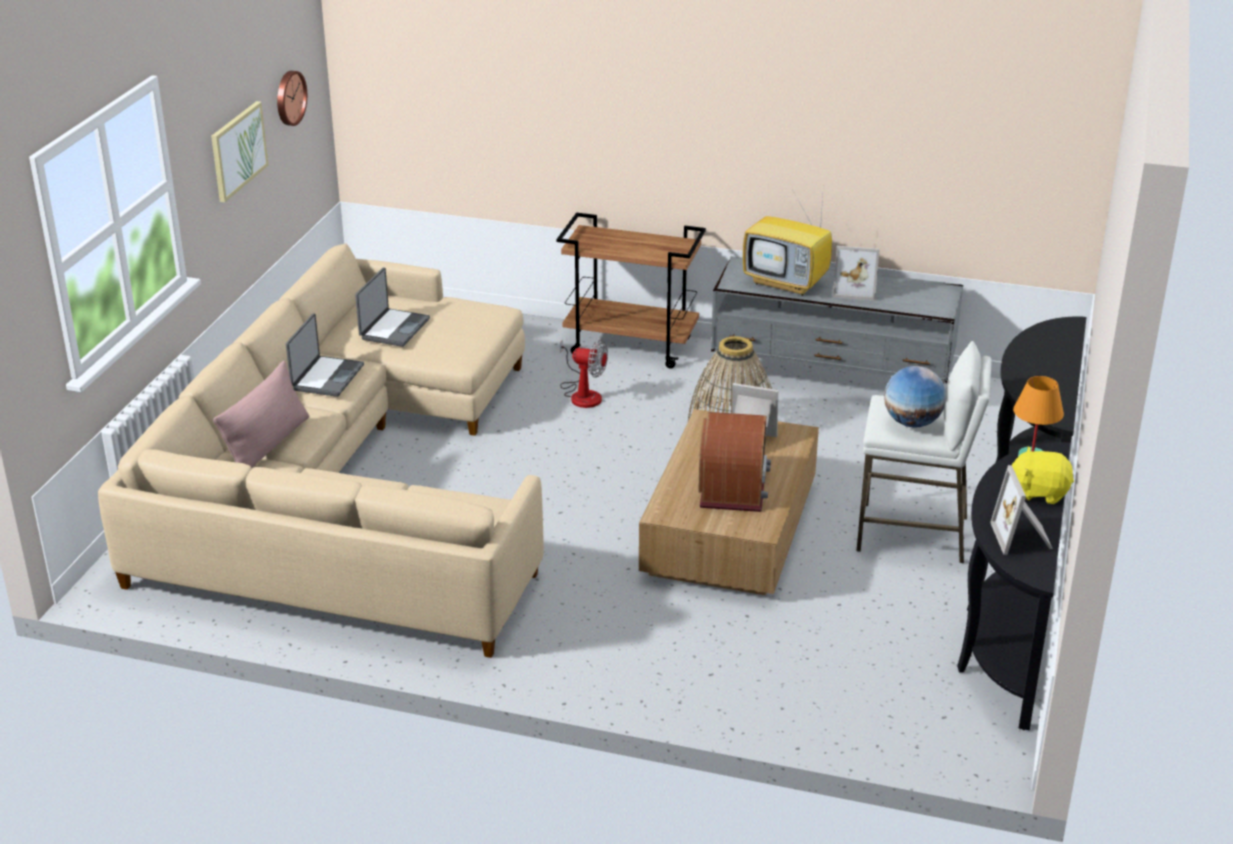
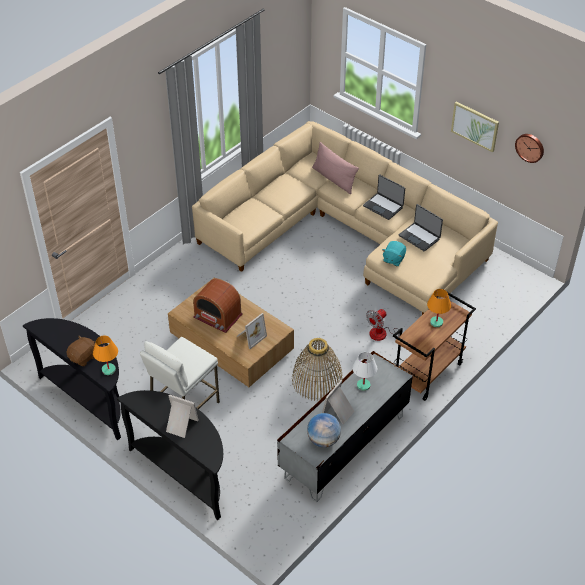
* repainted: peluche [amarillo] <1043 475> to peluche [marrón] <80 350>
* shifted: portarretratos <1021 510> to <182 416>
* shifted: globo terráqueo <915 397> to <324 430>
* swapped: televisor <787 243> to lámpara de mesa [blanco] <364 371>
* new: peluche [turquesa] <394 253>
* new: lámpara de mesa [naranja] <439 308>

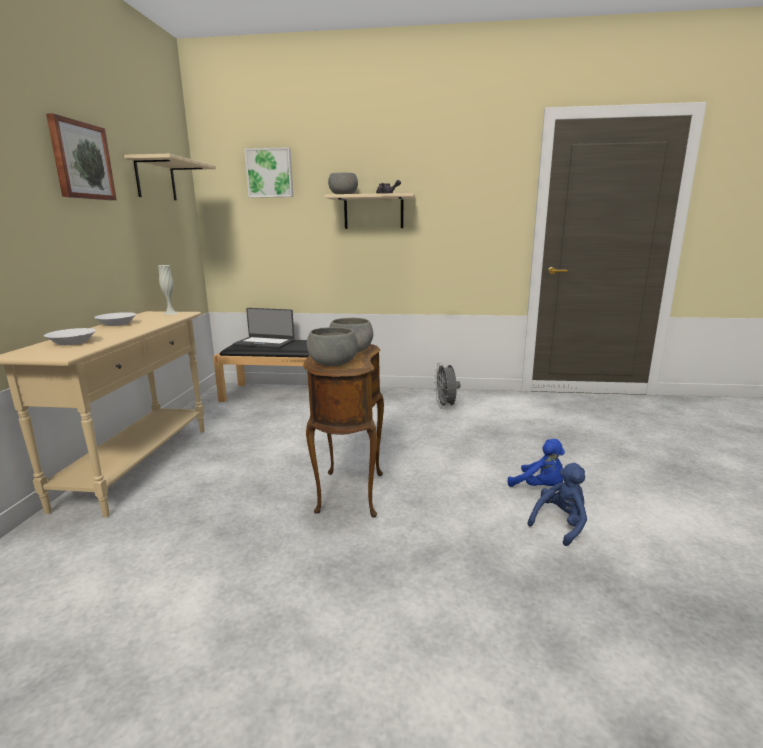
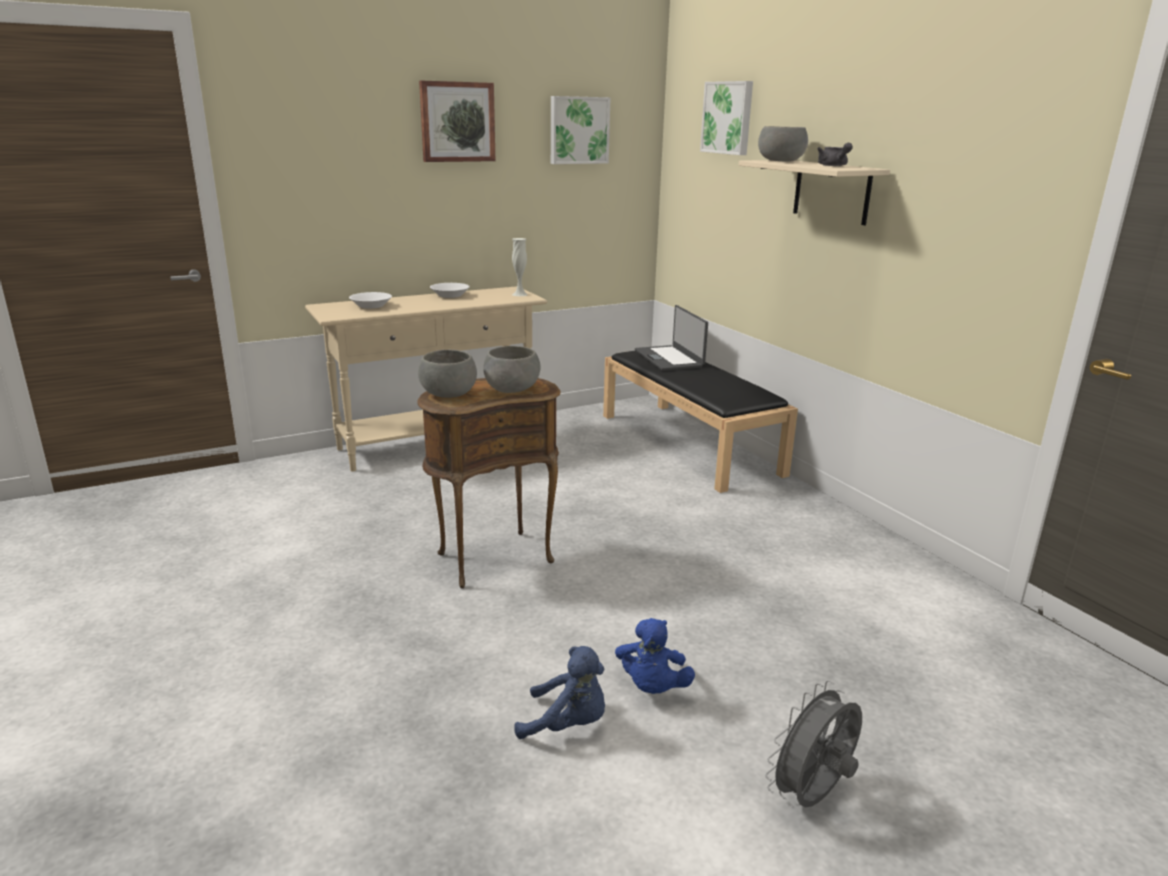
* swapped: estante [beis] <170 177> to cuadro <580 130>
* shifted: ventilador [gris] <447 386> to <813 744>

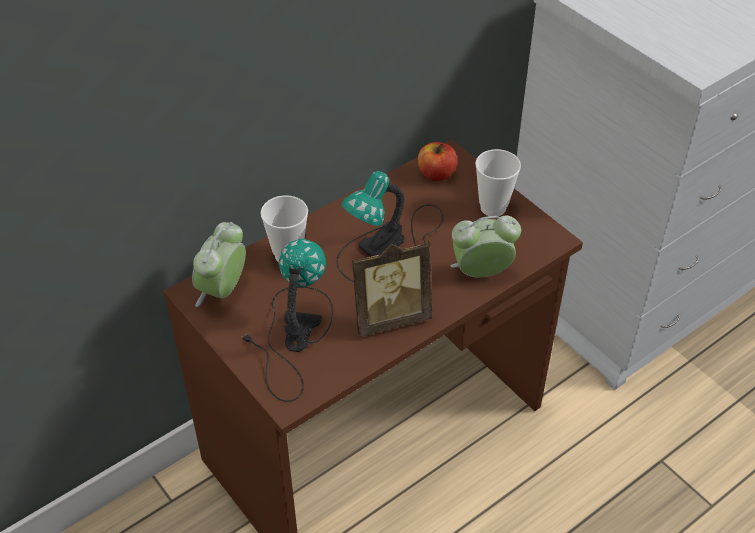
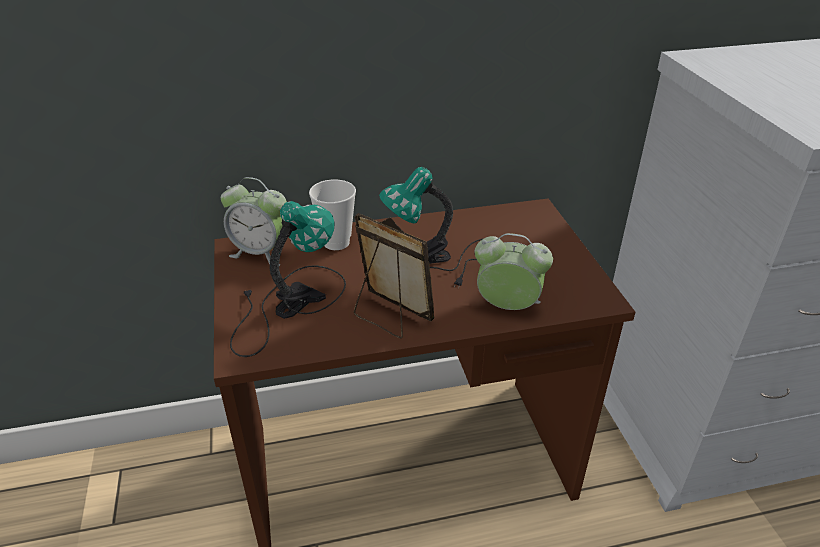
* rotated: despertador <219 264> = <254 221> 120 degrees counterclockwise
* rotated: portarretratos <392 289> = <394 276> 150 degrees counterclockwise
* gone: manzana <437 161>
* gone: taza <498 182>

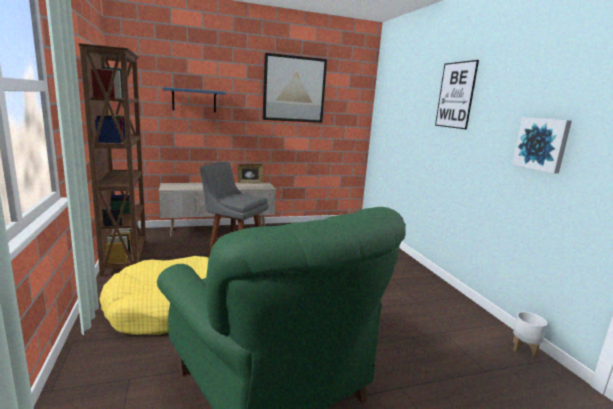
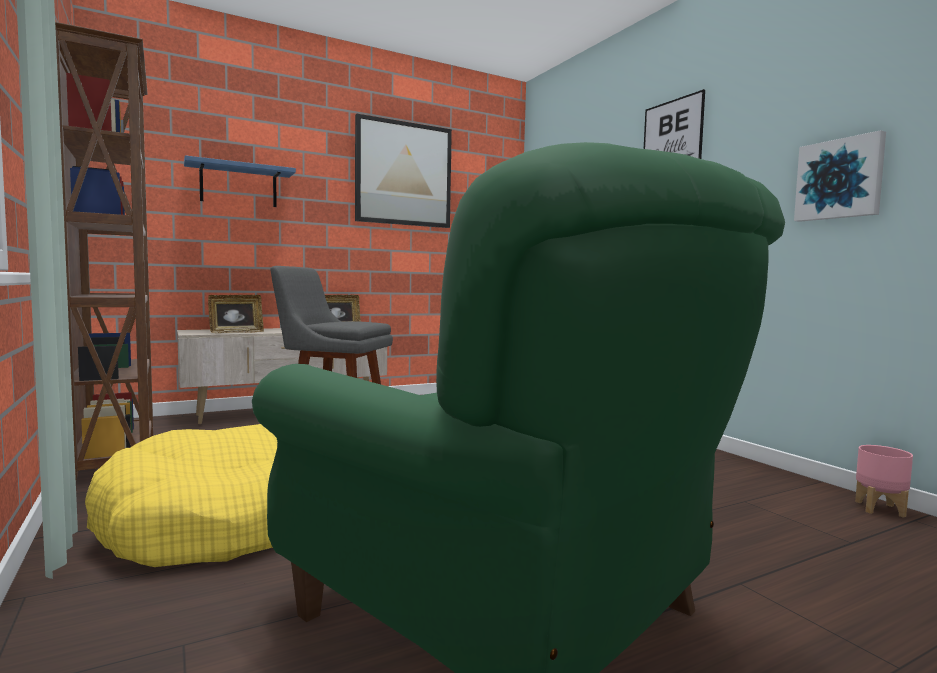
* new: portarretratos <236 314>
* repainted: maceta [blanco] <530 335> to maceta [rosa] <884 481>

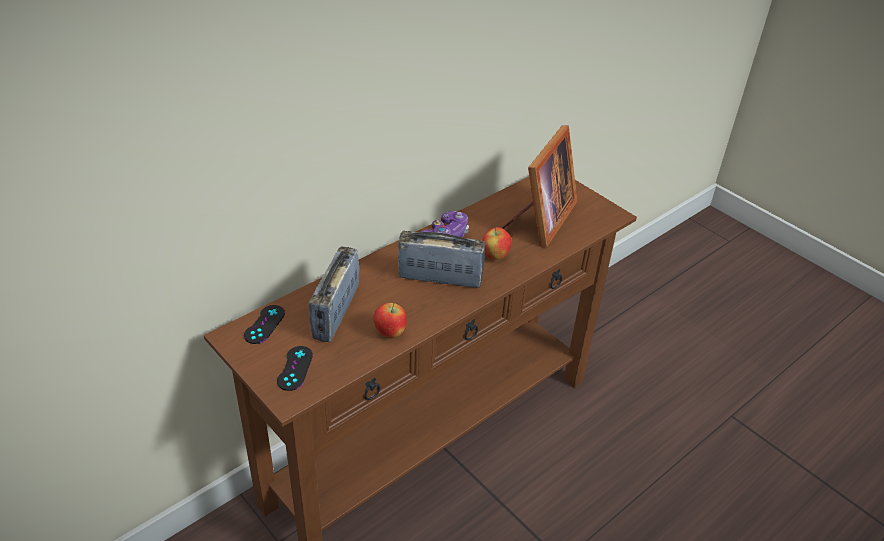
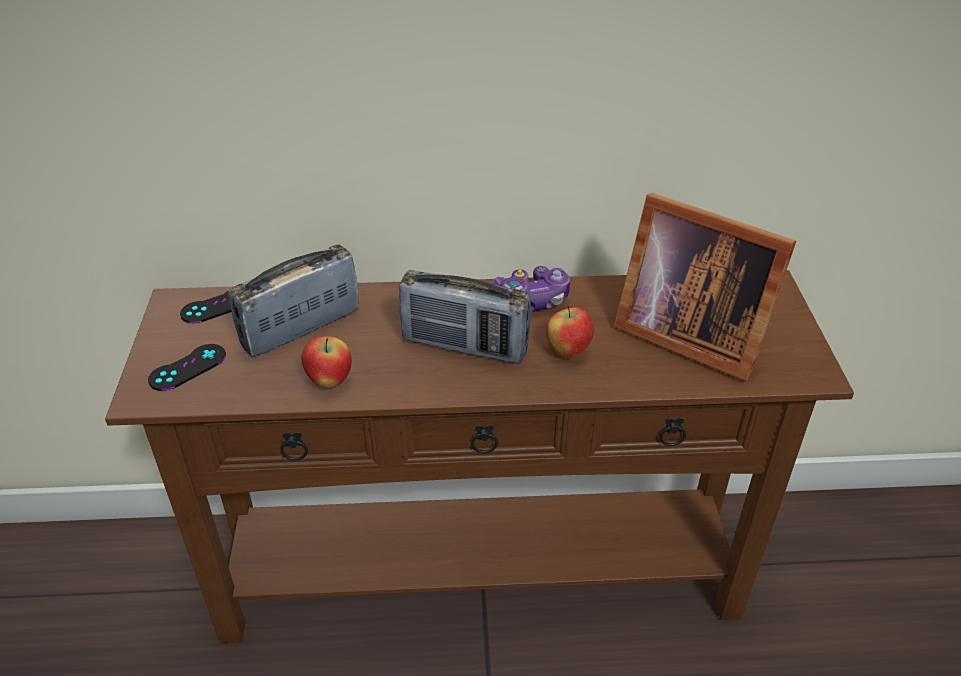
* rotated: radio <441 259> = <465 316> 150 degrees clockwise
* rotated: portarretratos <540 186> = <705 287> 60 degrees clockwise

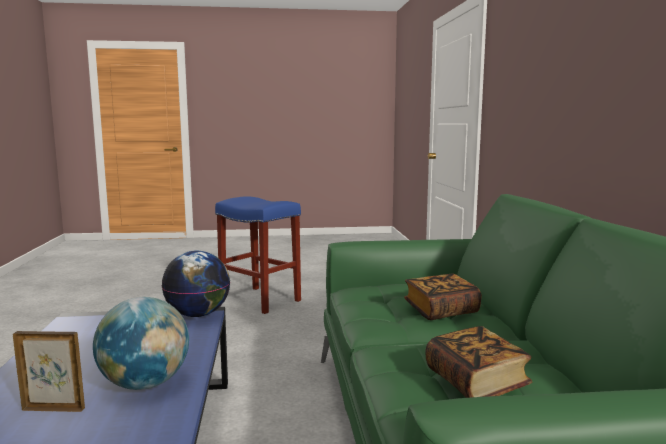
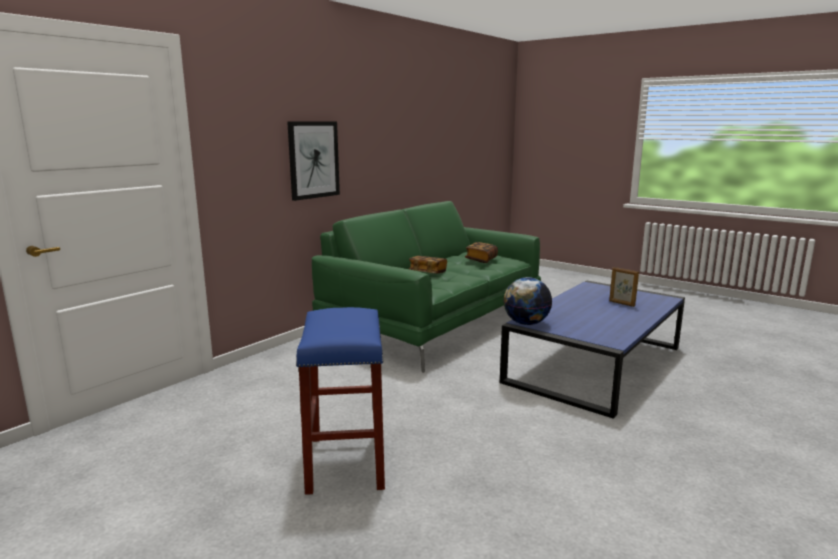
* new: cuadro <313 161>
* gone: globo terráqueo <141 343>

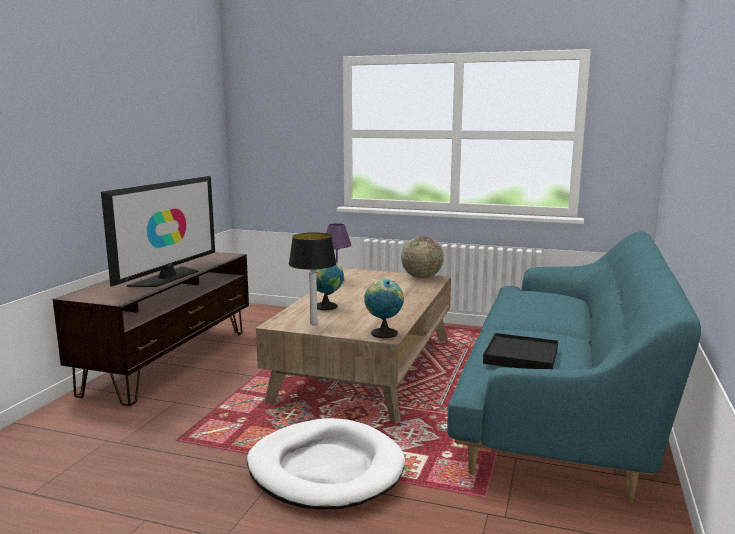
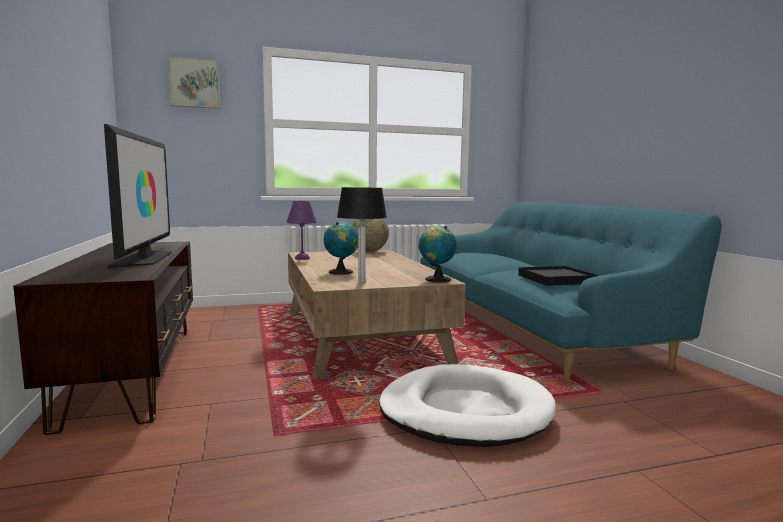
* new: cuadro <194 82>

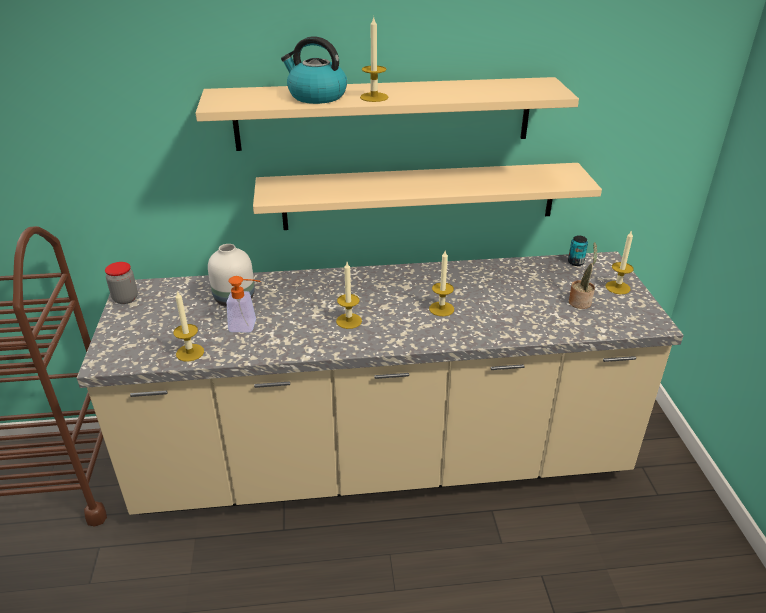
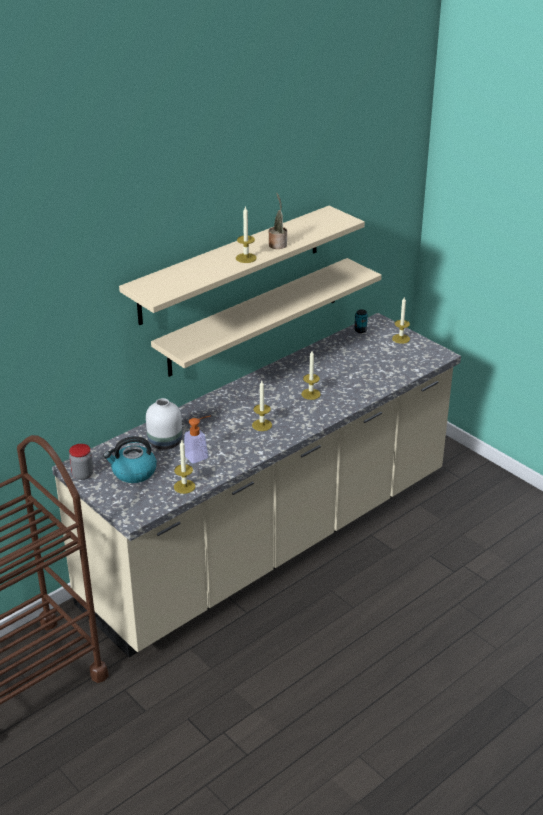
* shifted: hervidor <314 70> to <130 459>
* shifted: planta en maceta <583 275> to <278 221>

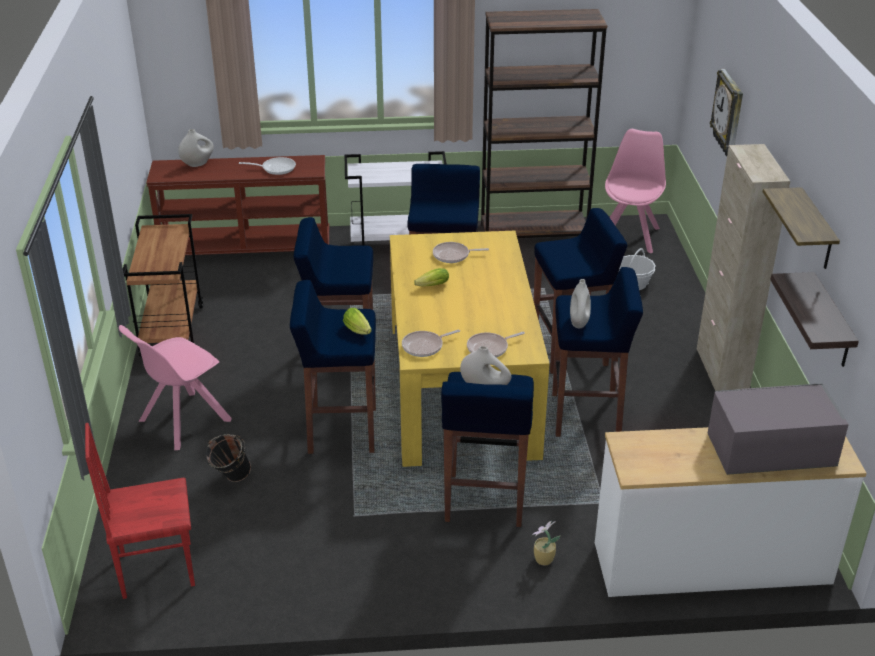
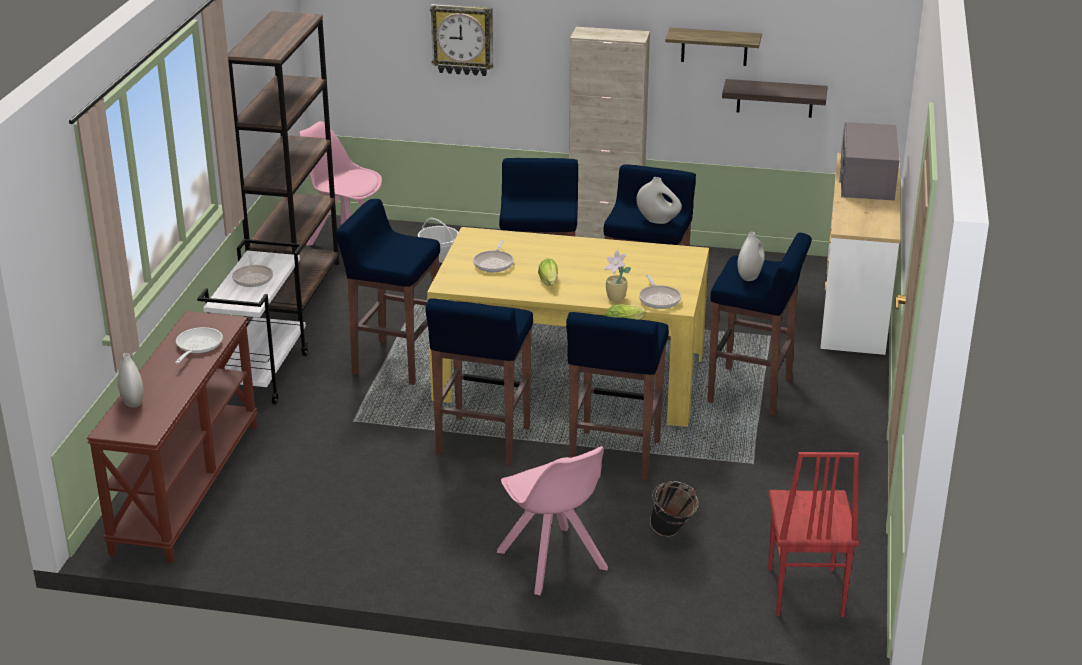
* shifted: sartén <496 345> to <252 270>
* shifted: planta en maceta <546 543> to <618 275>
* gone: carrito [marrón] <163 285>

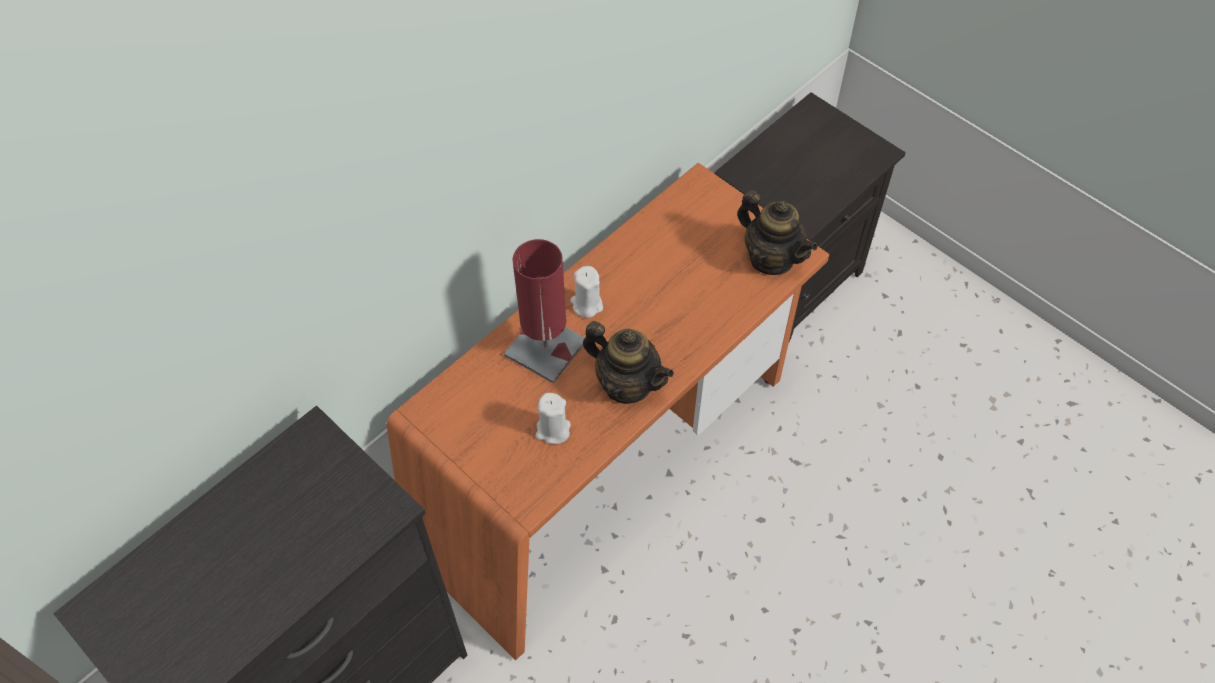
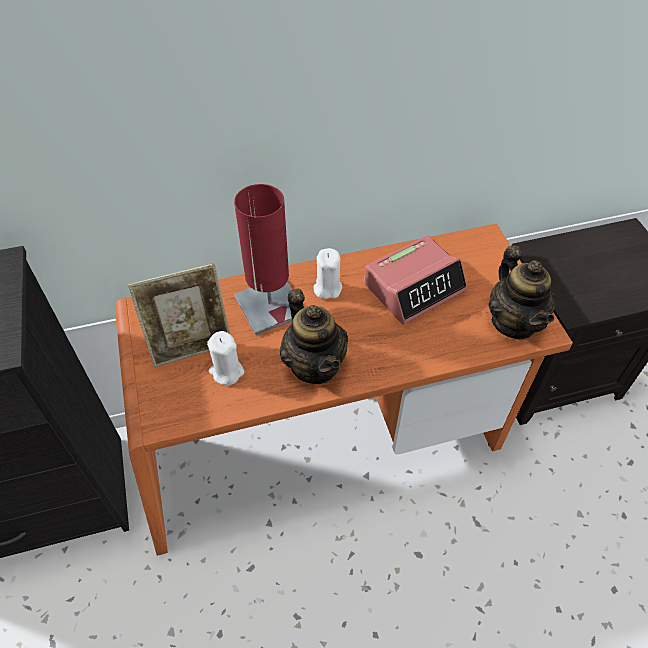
* new: portarretratos <179 315>
* new: despertador <415 280>

